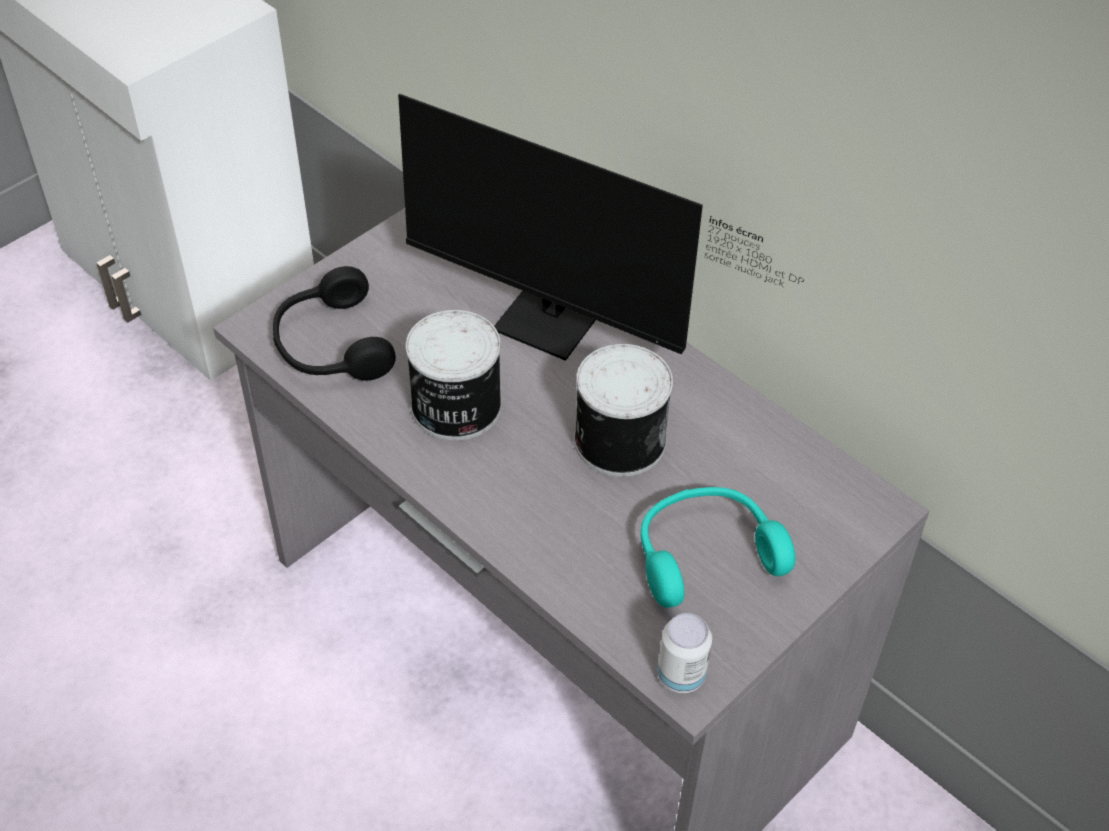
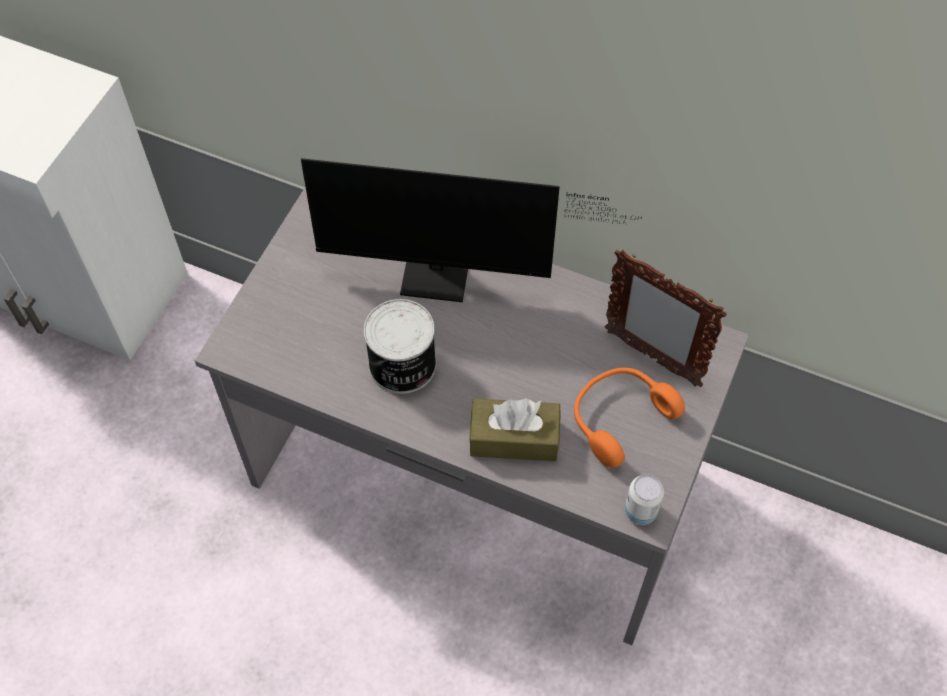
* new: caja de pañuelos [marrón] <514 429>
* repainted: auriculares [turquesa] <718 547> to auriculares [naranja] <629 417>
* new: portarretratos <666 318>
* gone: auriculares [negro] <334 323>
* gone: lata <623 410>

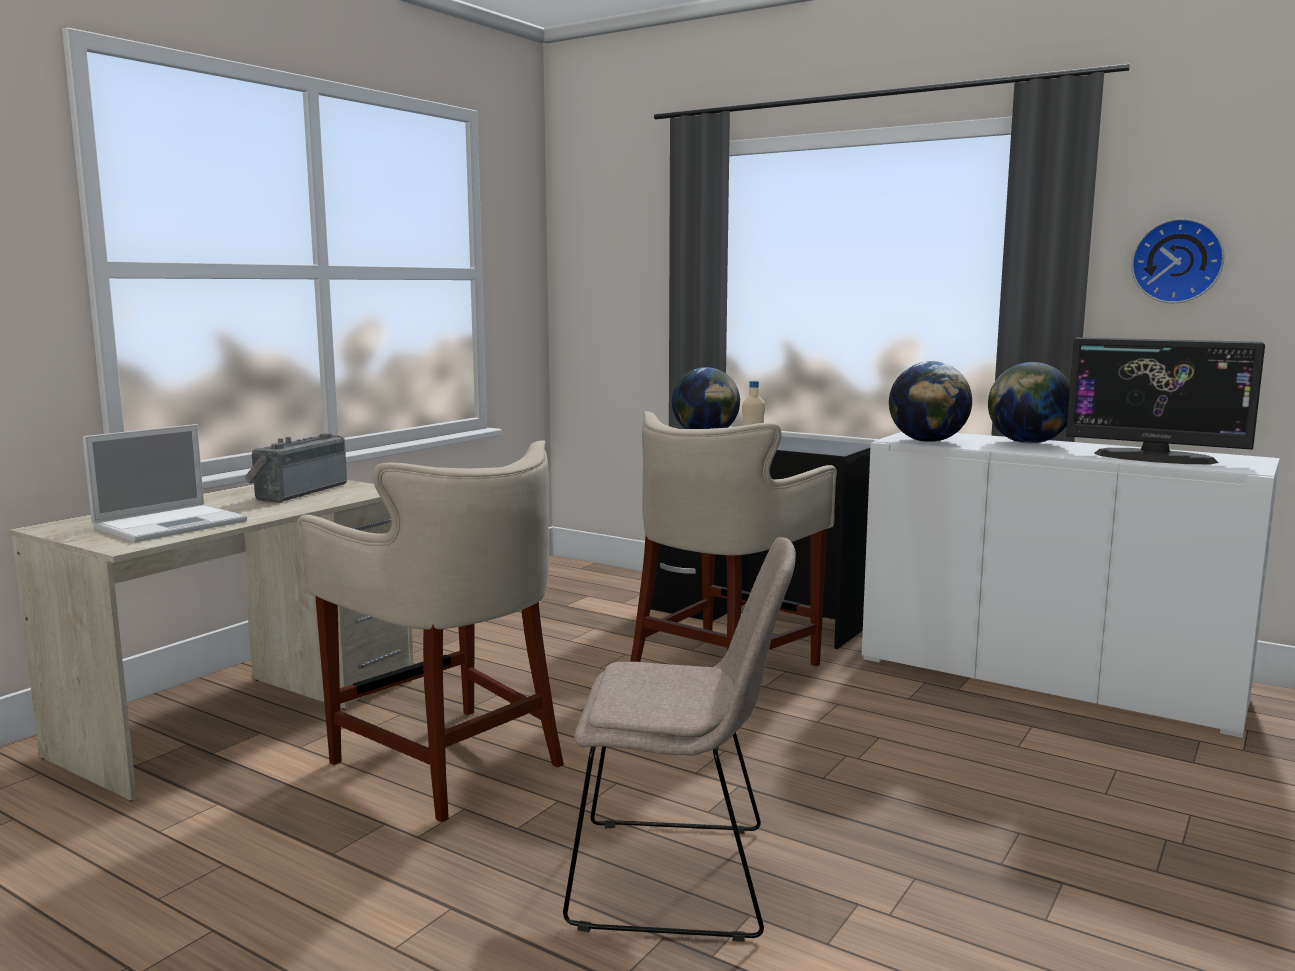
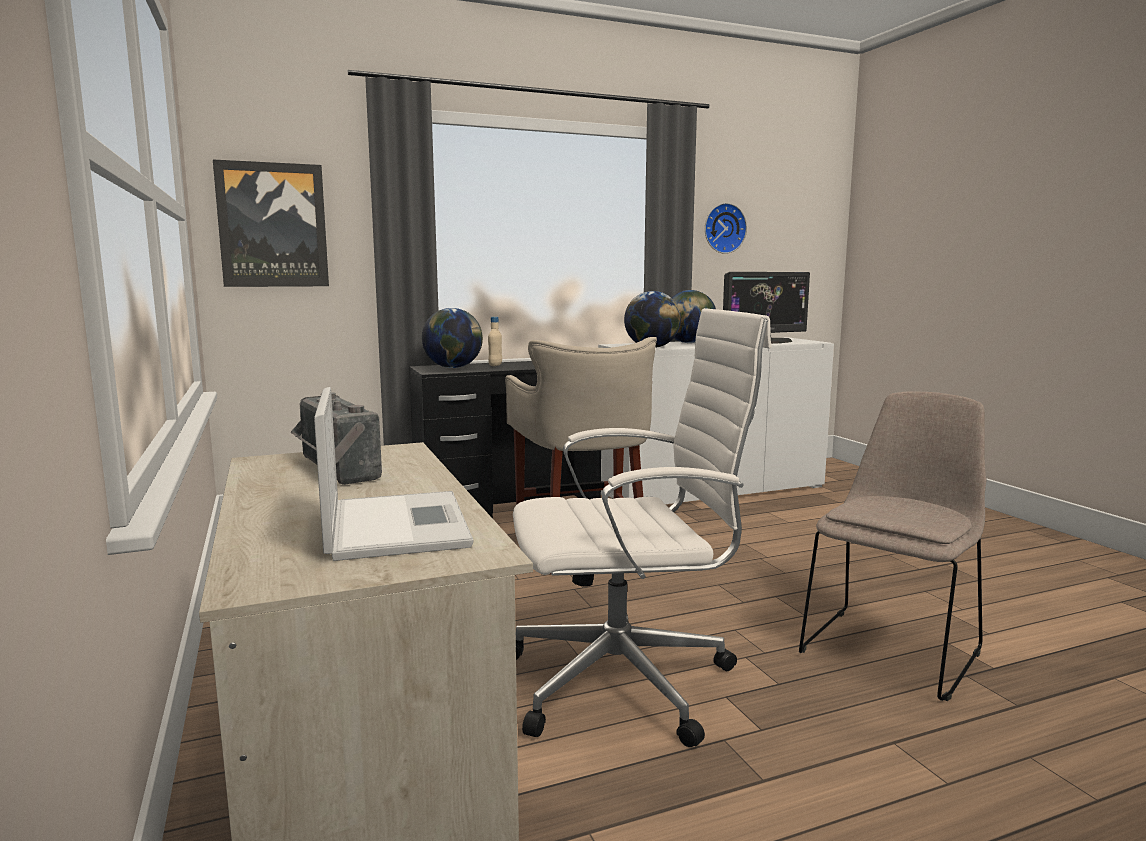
* new: cuadro <271 223>
* swapped: taburete [beis] <430 631> to silla de oficina [blanco] <642 527>

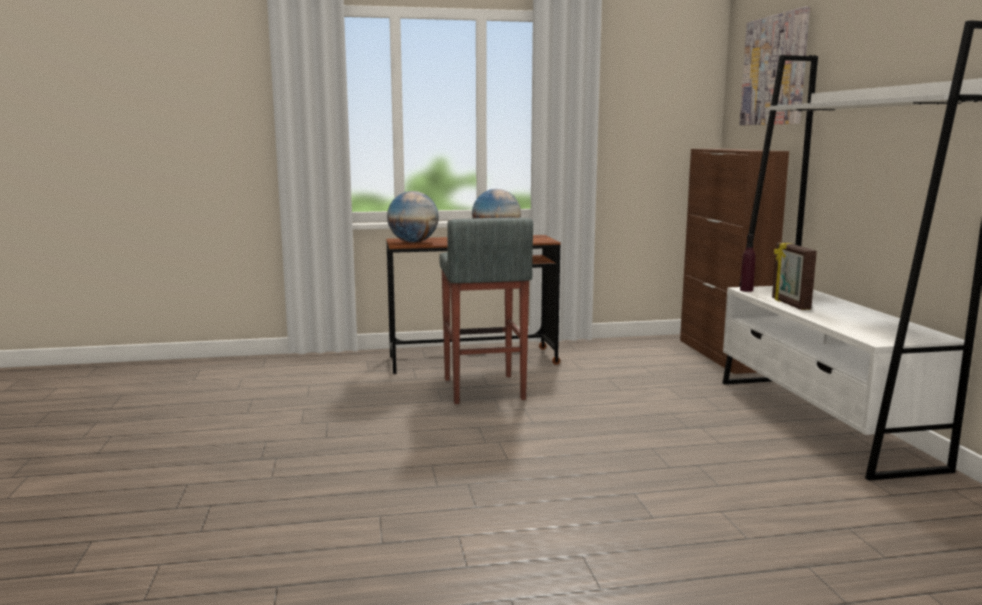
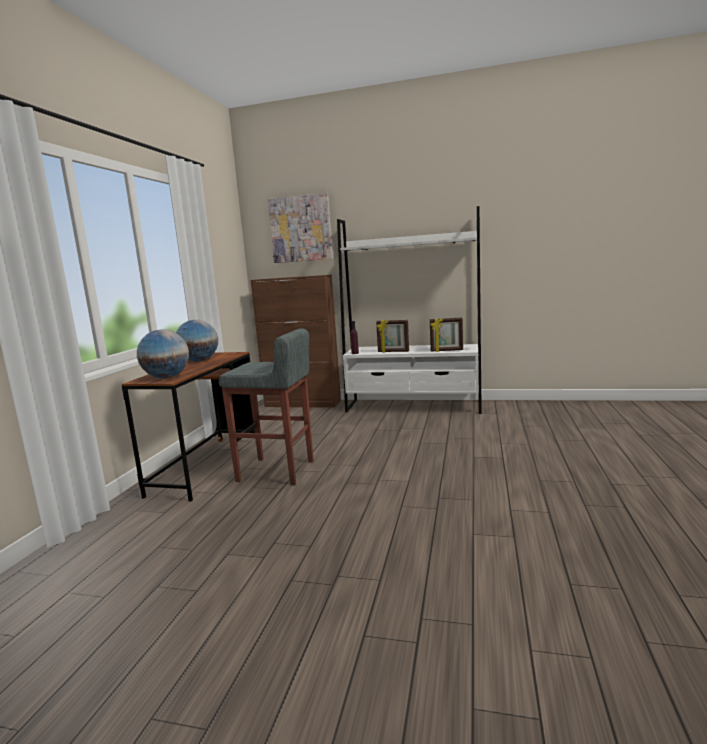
* new: portarretratos <446 334>

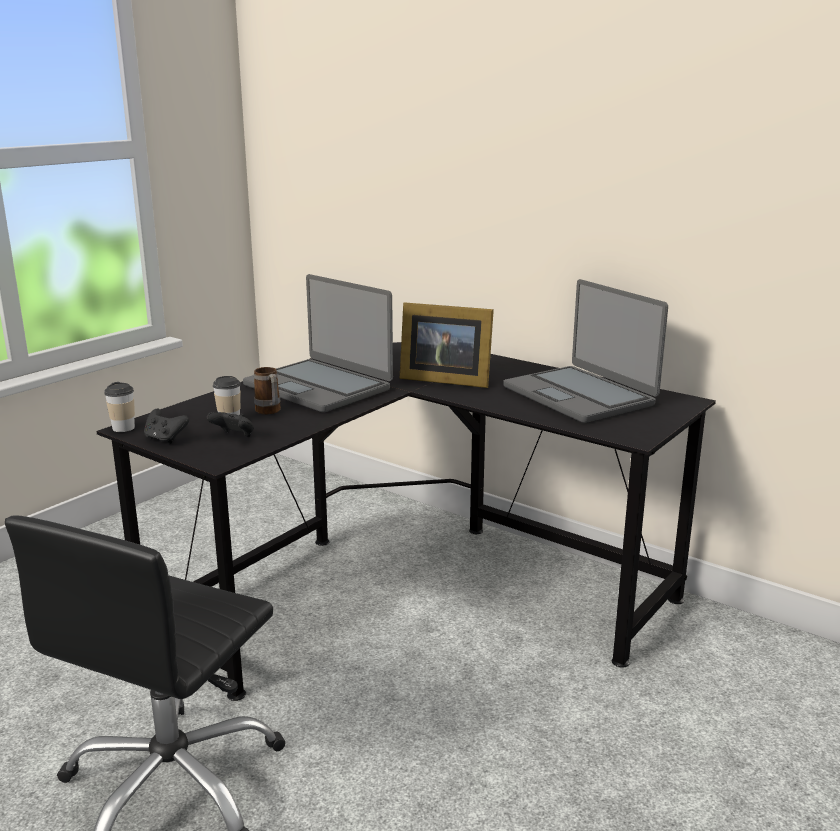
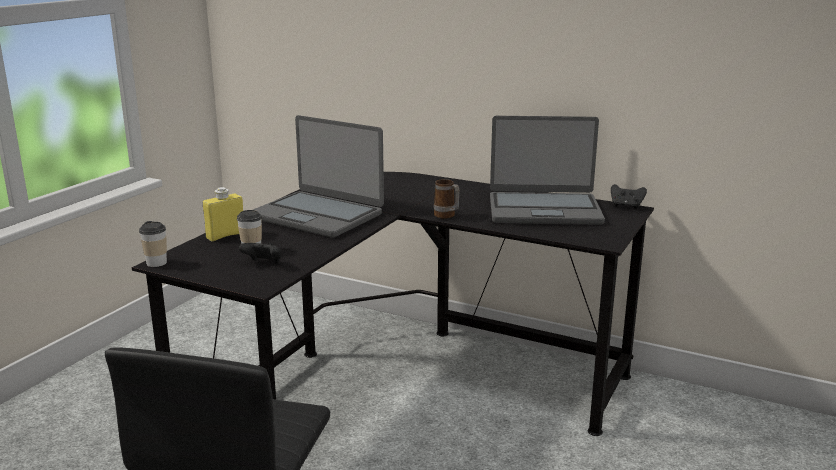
* new: botella [amarillo] <223 214>
* shifted: taza grande <267 390> to <447 199>
* rotated: portátil <585 351> = <547 170> 45 degrees counterclockwise
* shifted: mando de consola [negro] <166 426> to <629 196>
* gone: portarretratos <447 345>

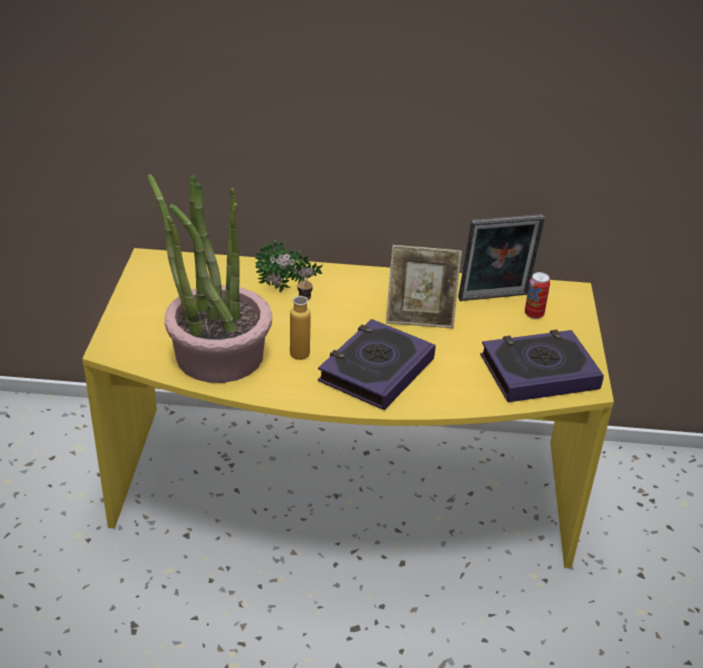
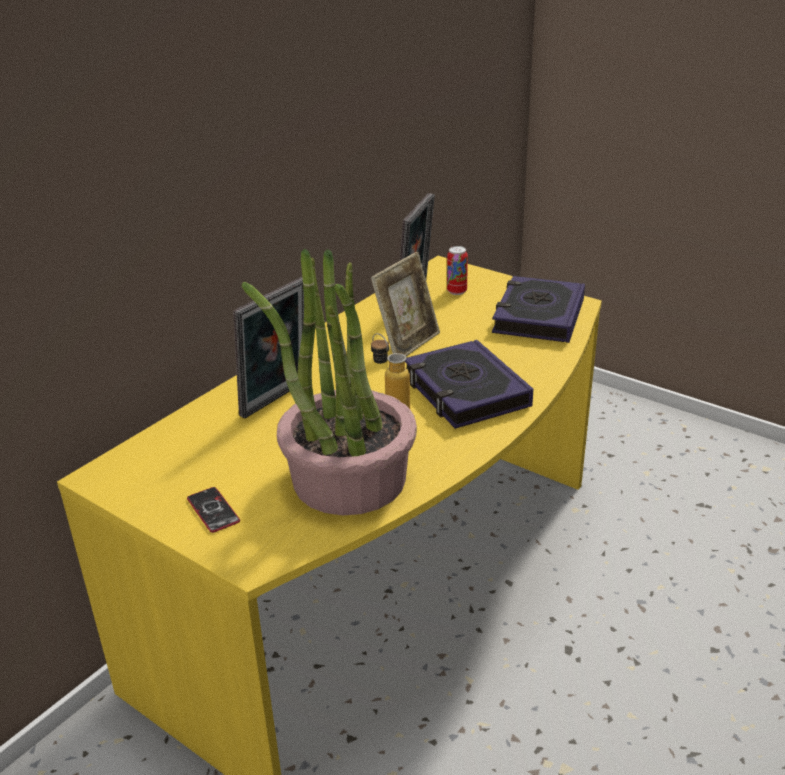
* new: móvil <213 510>
* swapped: planta en maceta <289 266> to portarretratos <268 348>

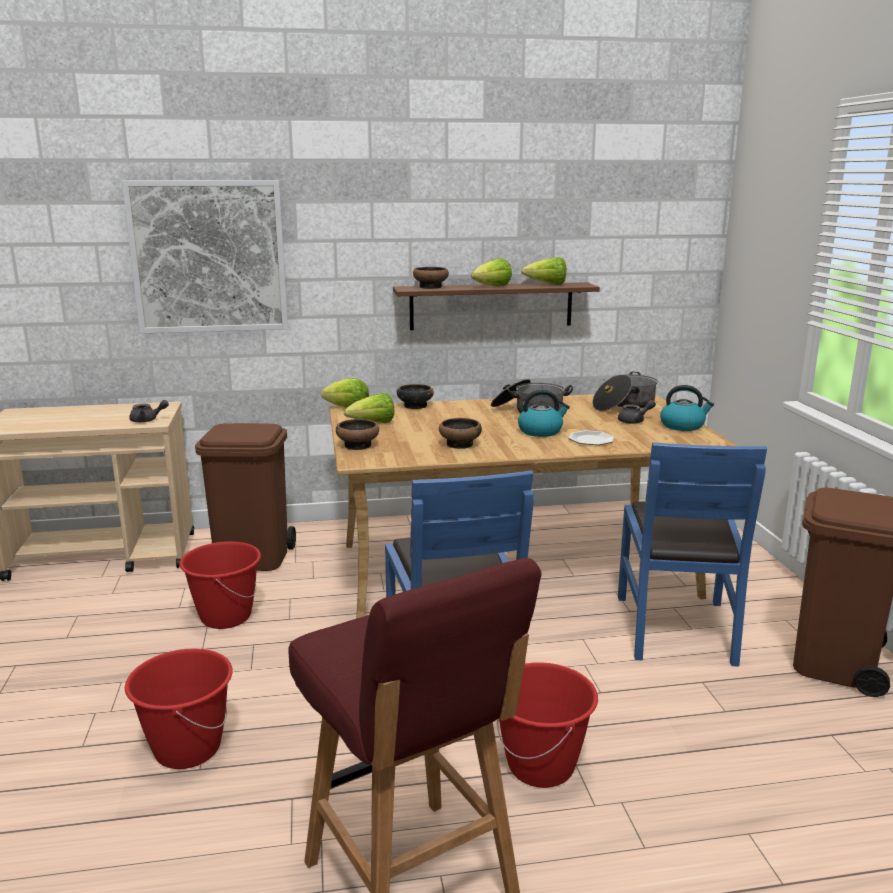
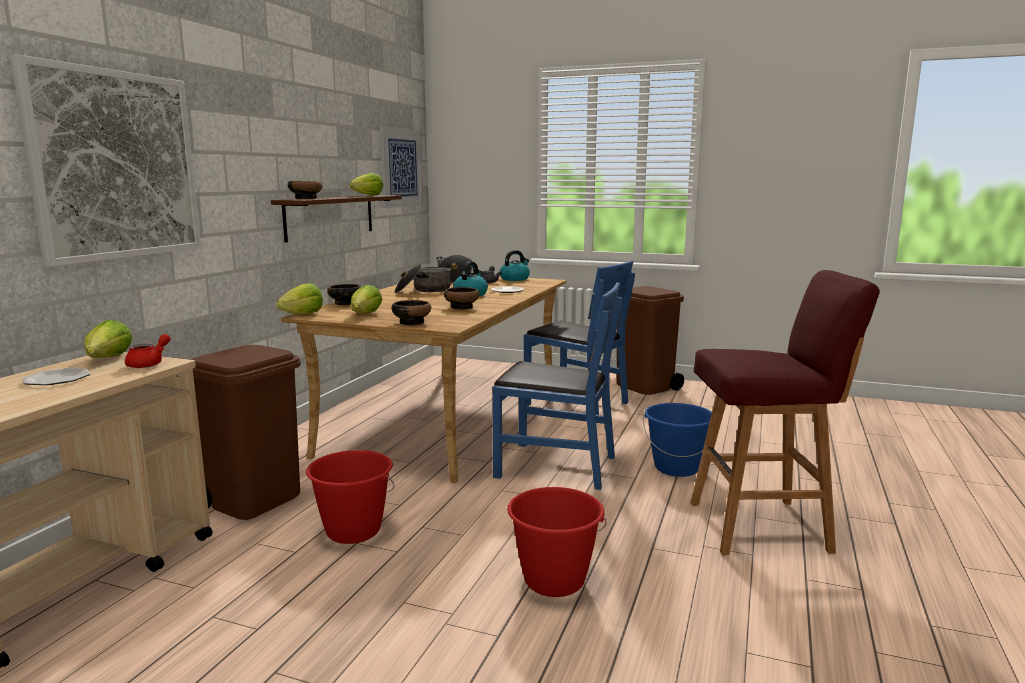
* new: plato <56 376>
* shifted: lechuga <491 272> to <108 339>
* repainted: tetera [gris] <149 411> to tetera [rojo] <148 351>
* new: cuadro <401 167>
* repainted: cubo [rojo] <547 725> to cubo [azul] <677 440>

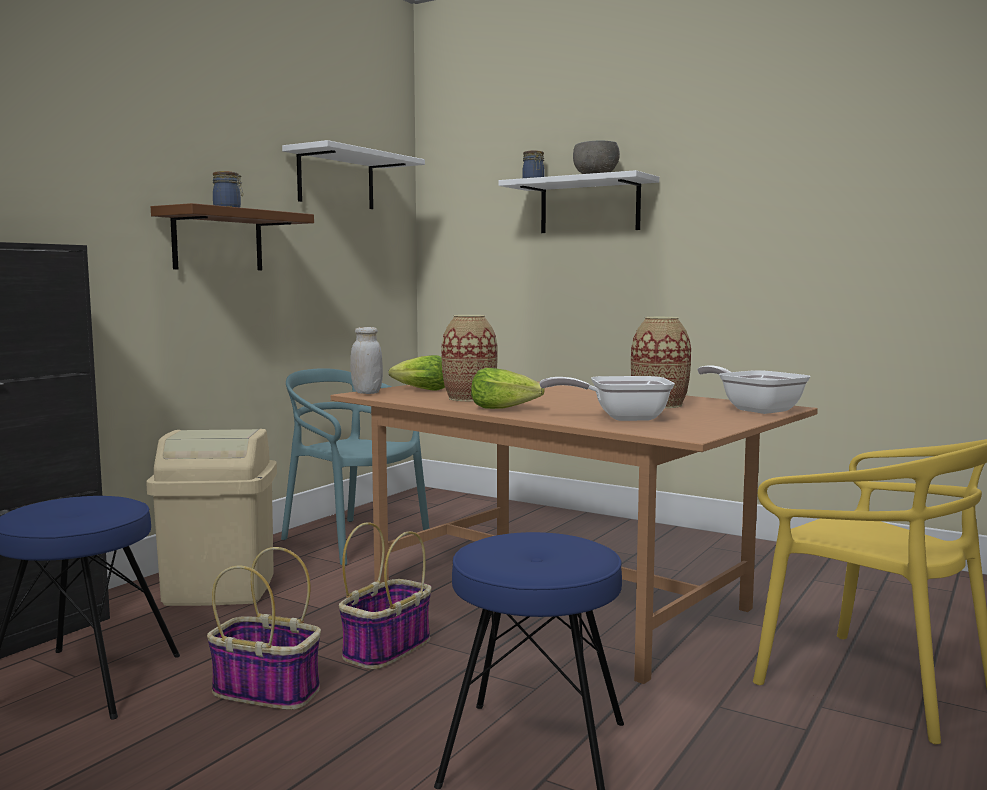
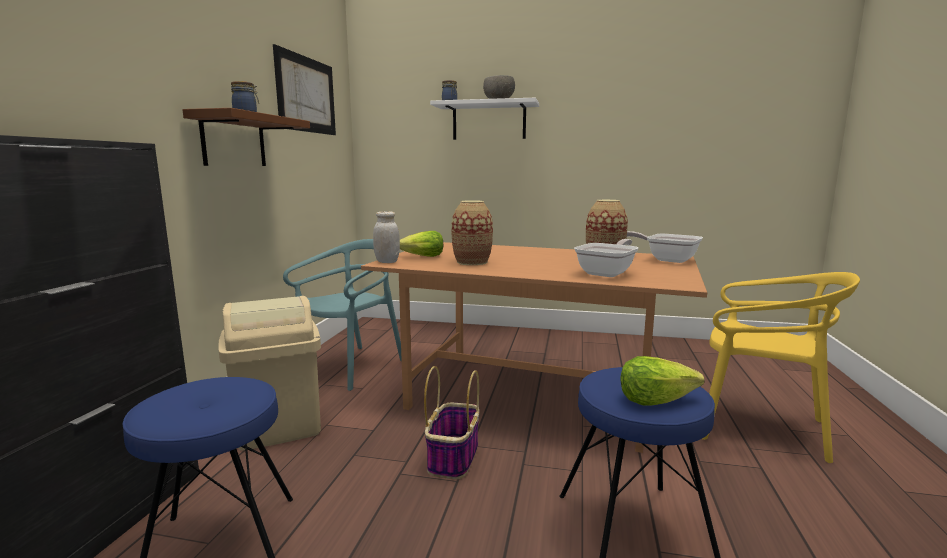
* swapped: estante [blanco] <353 174> to cuadro <304 89>
* rotated: silla [turquesa] <355 466> = <342 315> 105 degrees clockwise
* rotated: sartén <607 398> = <606 258> 150 degrees clockwise
* shifted: lechuga <507 388> to <662 381>
* gone: cesta <264 628>

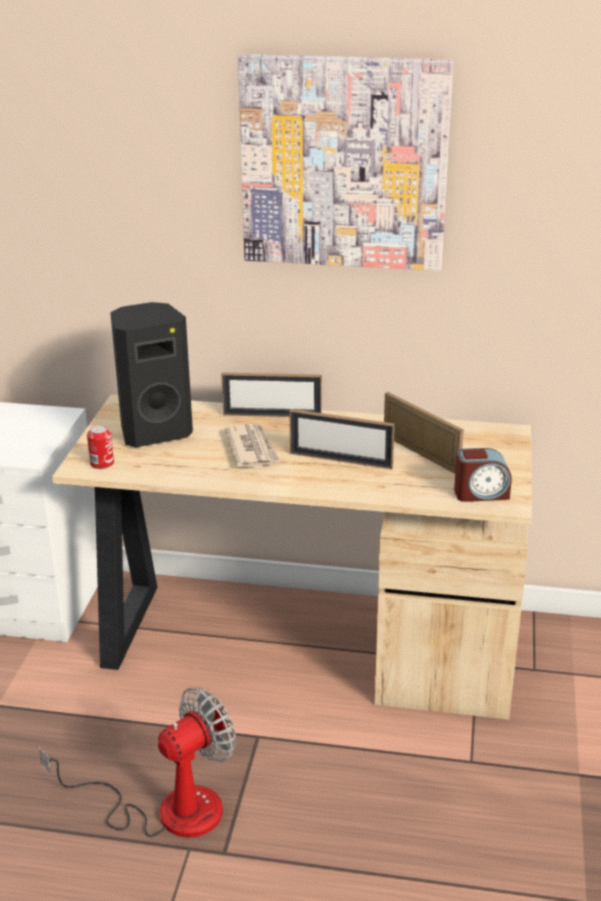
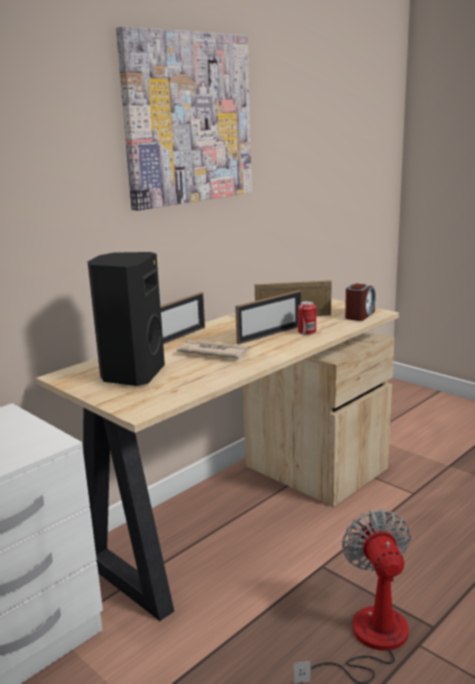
* shifted: lata <100 447> to <307 318>

